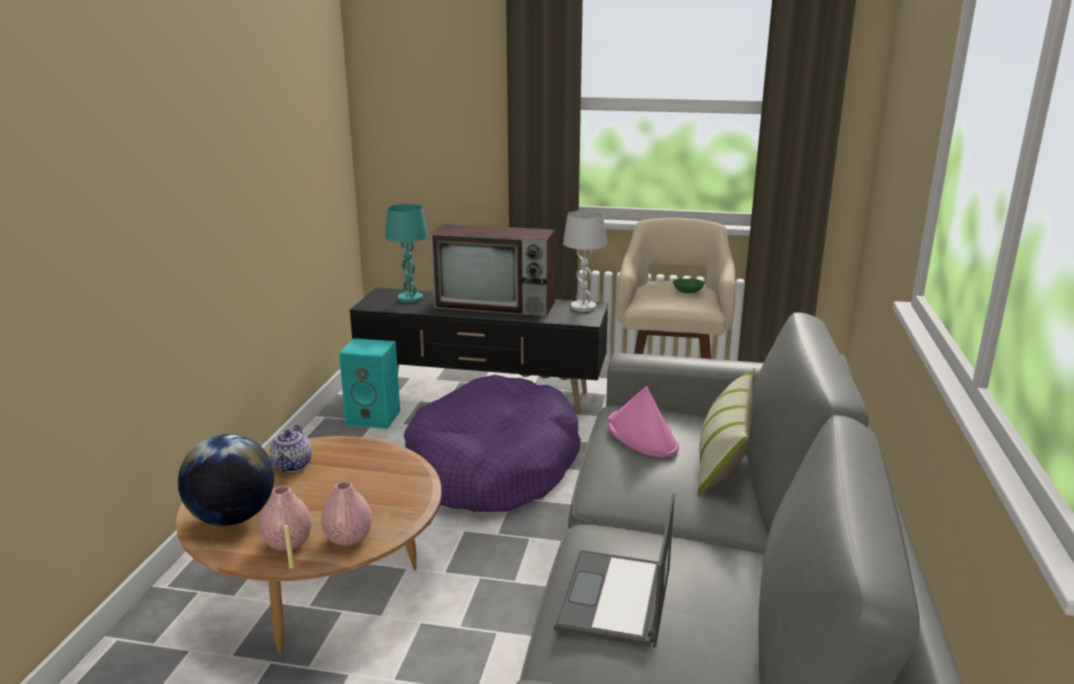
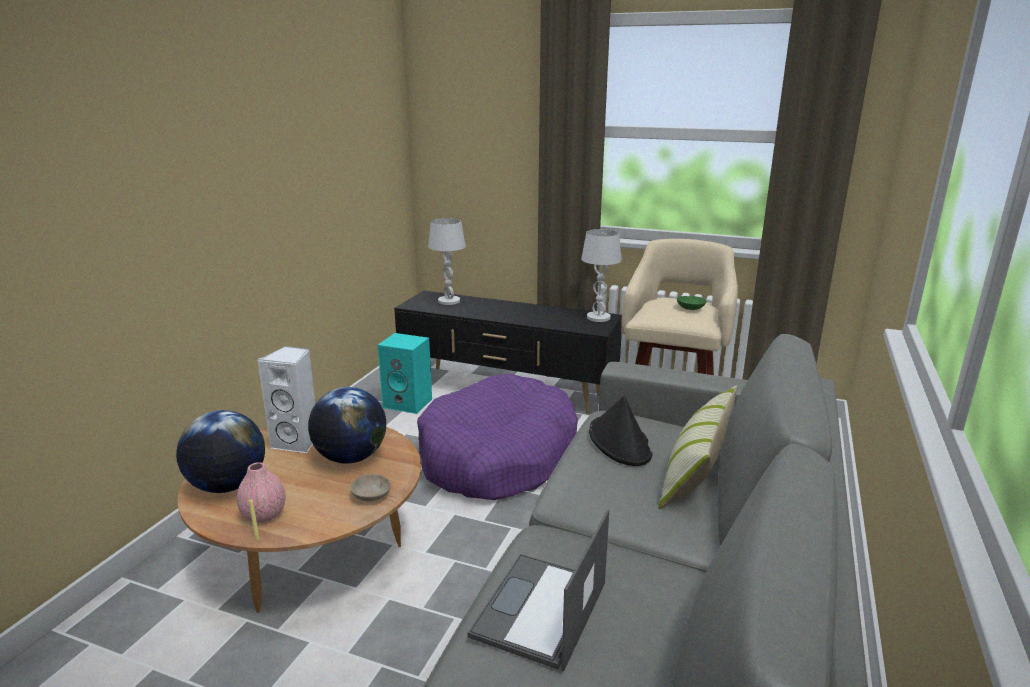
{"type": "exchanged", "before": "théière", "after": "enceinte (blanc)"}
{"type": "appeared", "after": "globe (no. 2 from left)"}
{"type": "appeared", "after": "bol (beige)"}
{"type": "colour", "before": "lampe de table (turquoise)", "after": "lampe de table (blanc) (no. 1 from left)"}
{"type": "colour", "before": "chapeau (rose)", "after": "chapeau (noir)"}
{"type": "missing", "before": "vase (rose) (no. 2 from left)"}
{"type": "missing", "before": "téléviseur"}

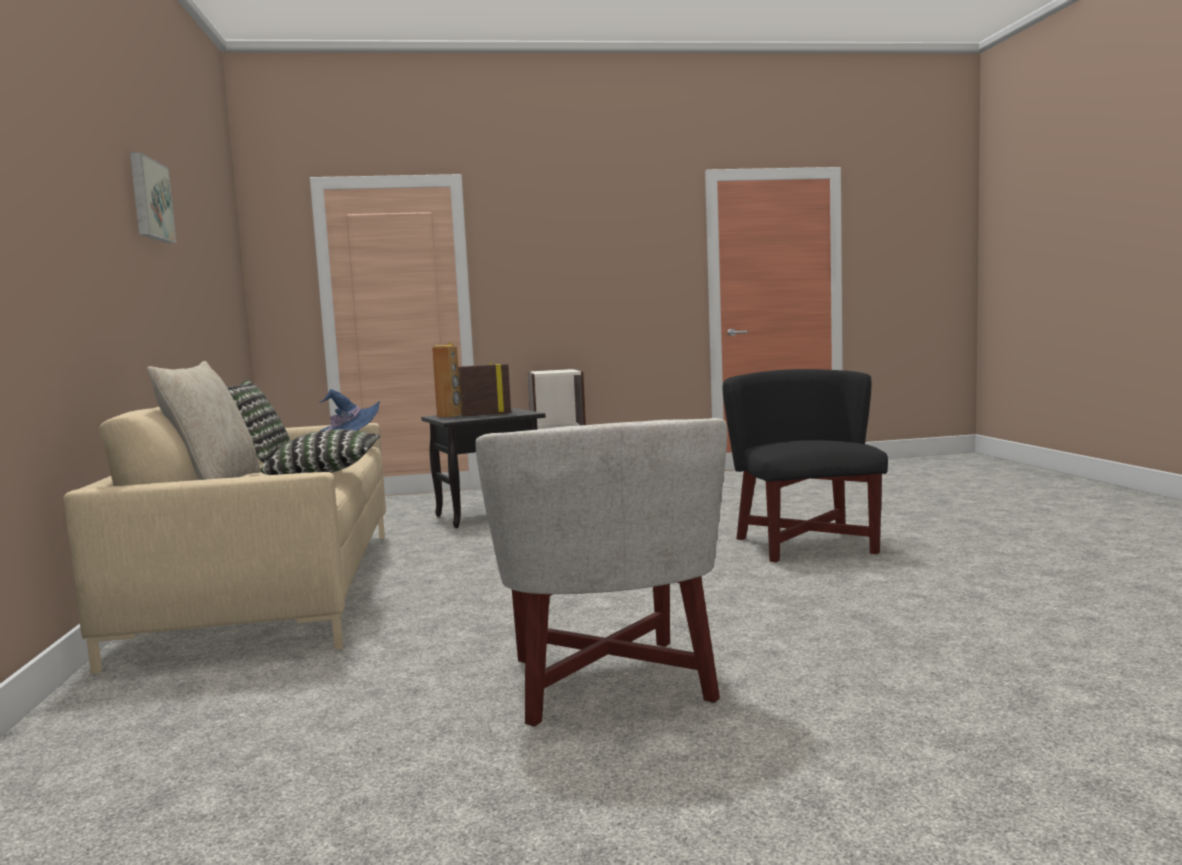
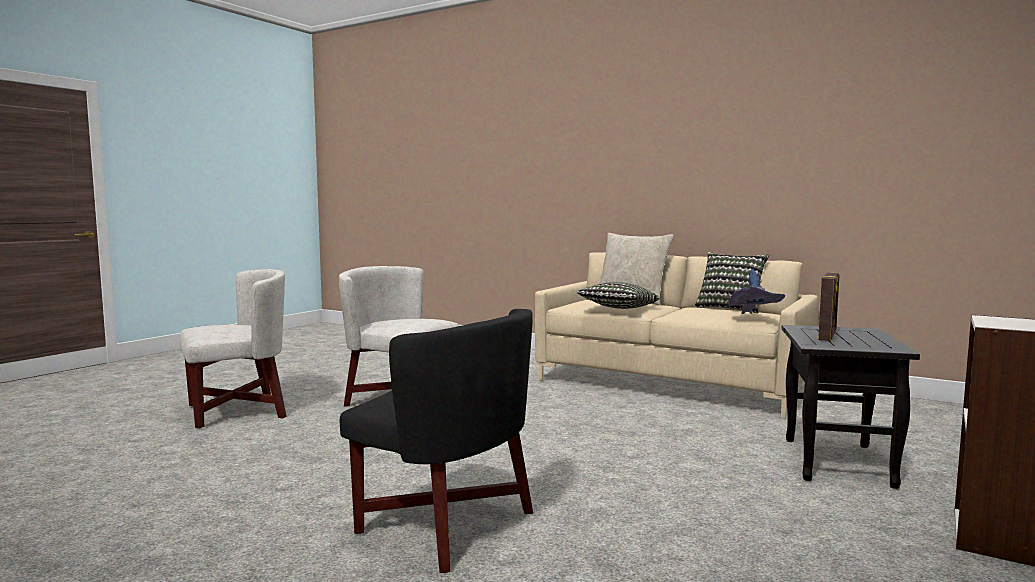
{"type": "appeared", "after": "fauteuil (blanc) (no. 1 from left)"}
{"type": "missing", "before": "tableau"}
{"type": "missing", "before": "enceinte (marron)"}

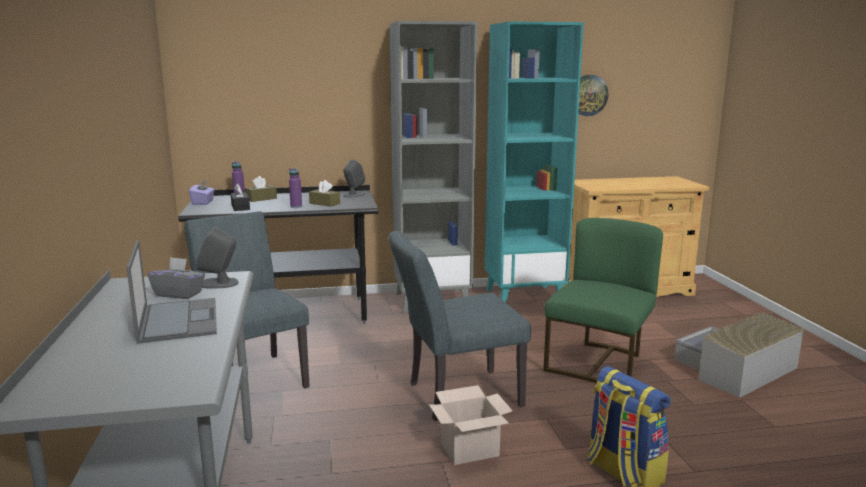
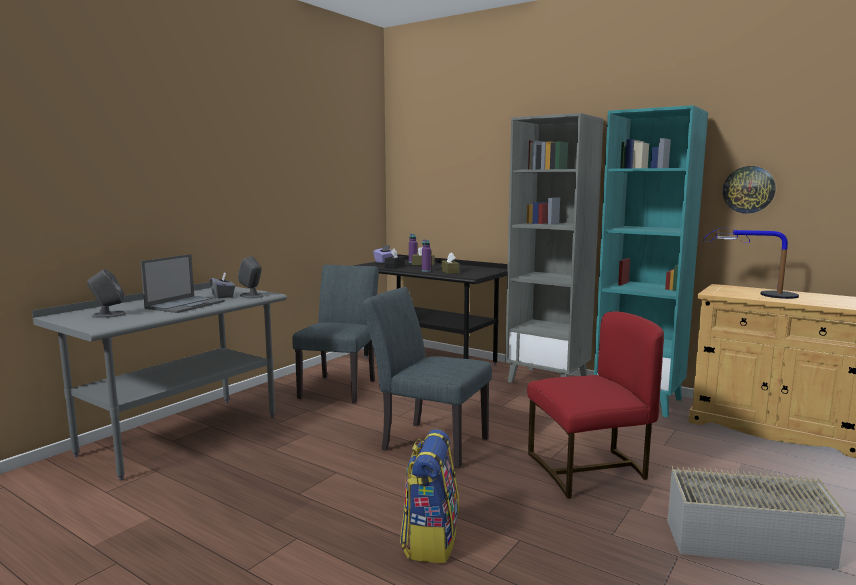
{"type": "relocated", "before": "enceinte (gris) (no. 2 from left in the first image)", "after": "enceinte (gris) (no. 1 from left)"}
{"type": "colour", "before": "chaise (vert)", "after": "chaise (rouge)"}
{"type": "appeared", "after": "lampe de table"}
{"type": "missing", "before": "carton"}

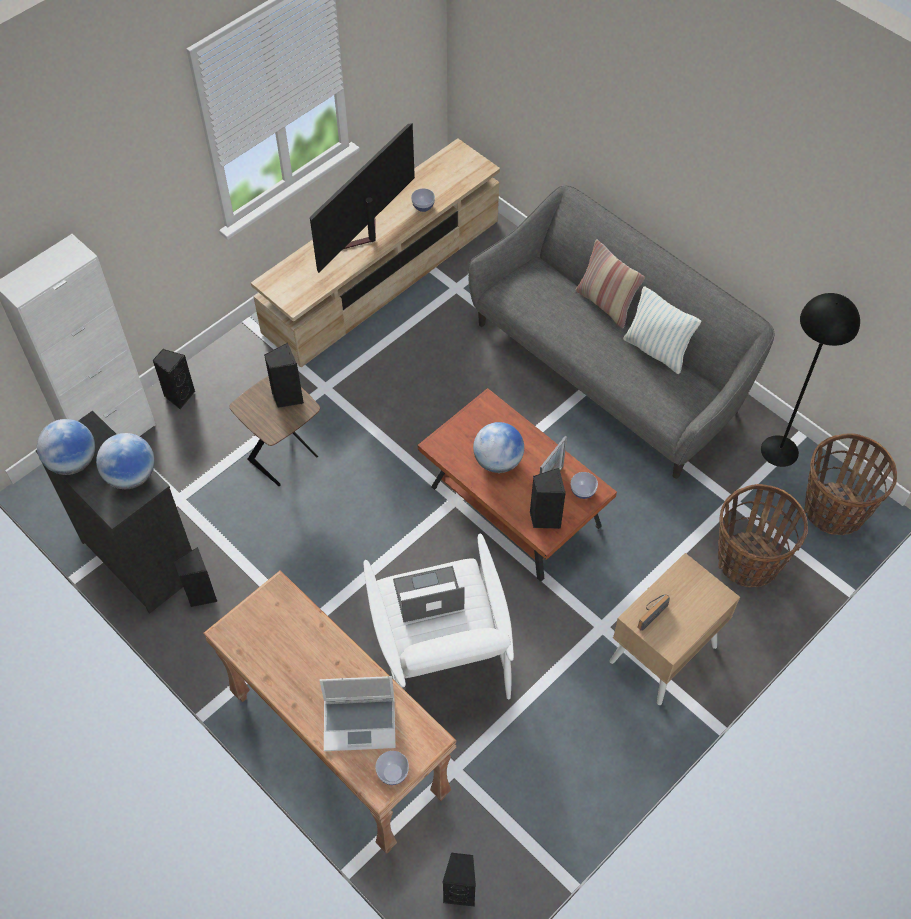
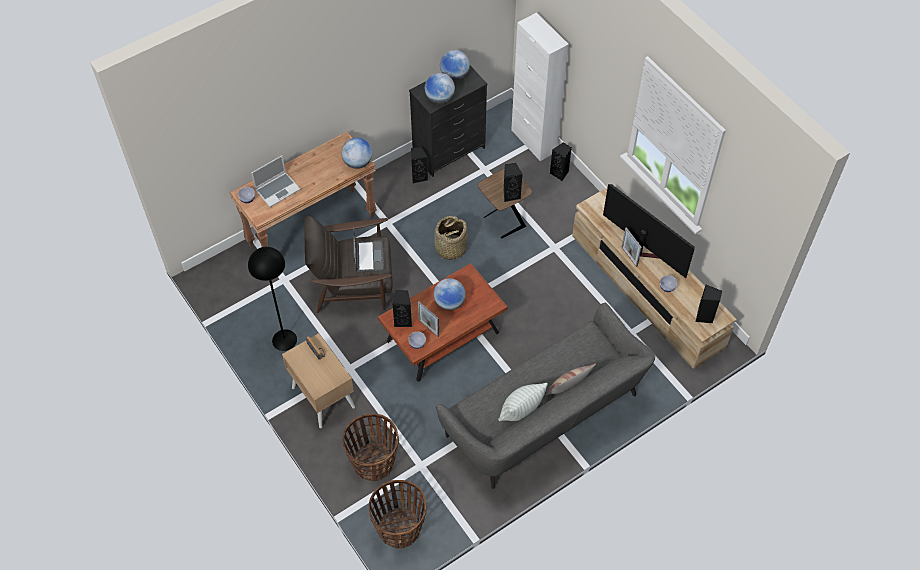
{"type": "relocated", "before": "lampadaire (noir)"}
{"type": "spun", "before": "ordinateur portable (no. 1 from left)", "turn": -135}
{"type": "colour", "before": "fauteuil (blanc)", "after": "fauteuil (marron)"}
{"type": "appeared", "after": "globe (no. 1 from left)"}
{"type": "appeared", "after": "panier (no. 3 from left)"}
{"type": "appeared", "after": "cadre photo (no. 2 from left)"}
{"type": "relocated", "before": "enceinte (noir) (no. 4 from left in the first image)", "after": "enceinte (noir) (no. 5 from left)"}

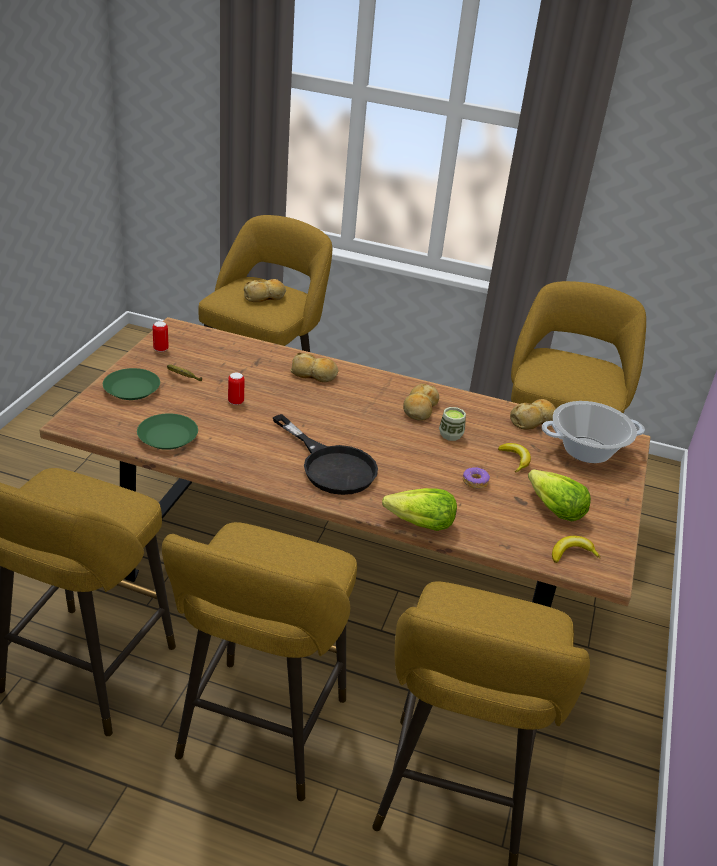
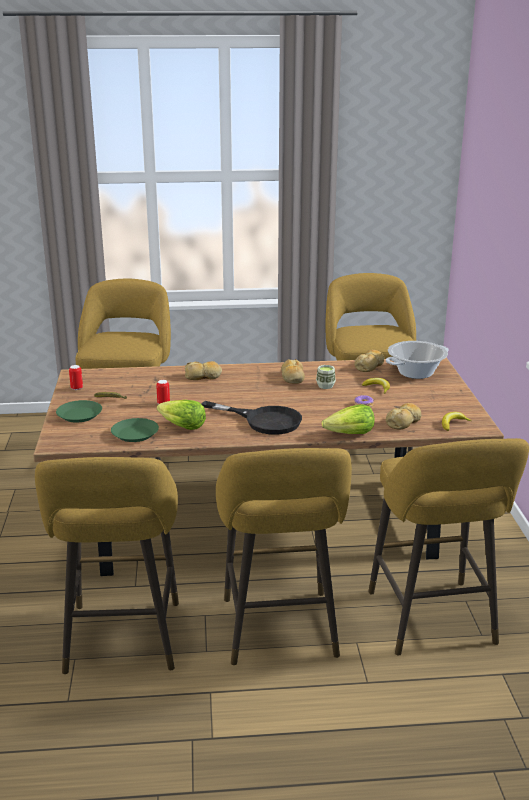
{"type": "relocated", "before": "laitue (no. 2 from left in the first image)", "after": "laitue (no. 1 from left)"}
{"type": "relocated", "before": "pain (no. 1 from left in the first image)", "after": "pain (no. 4 from left)"}

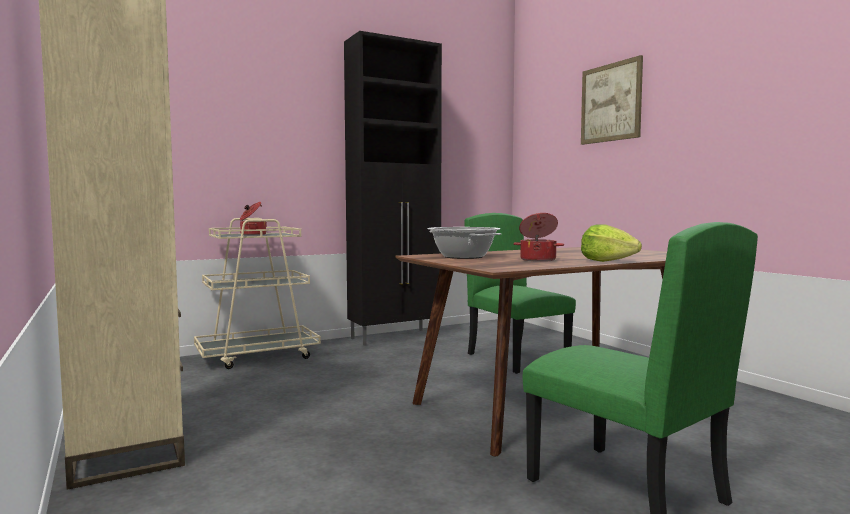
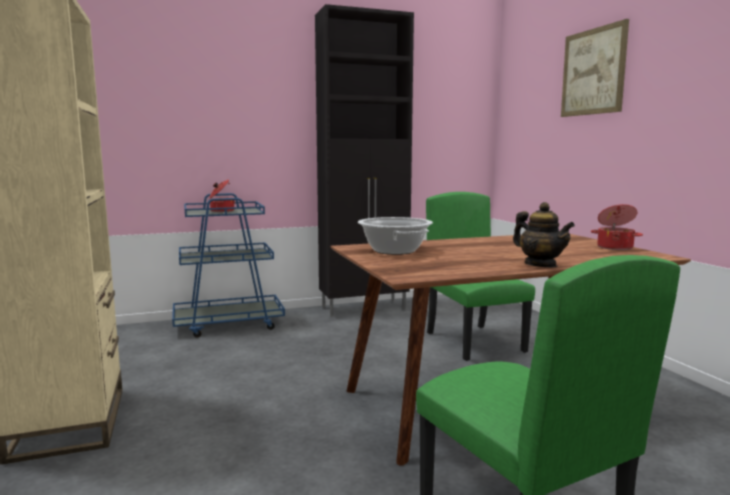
{"type": "colour", "before": "chariot (beige)", "after": "chariot (bleu)"}
{"type": "exchanged", "before": "laitue", "after": "théière"}
{"type": "relocated", "before": "marmite (no. 3 from left)"}

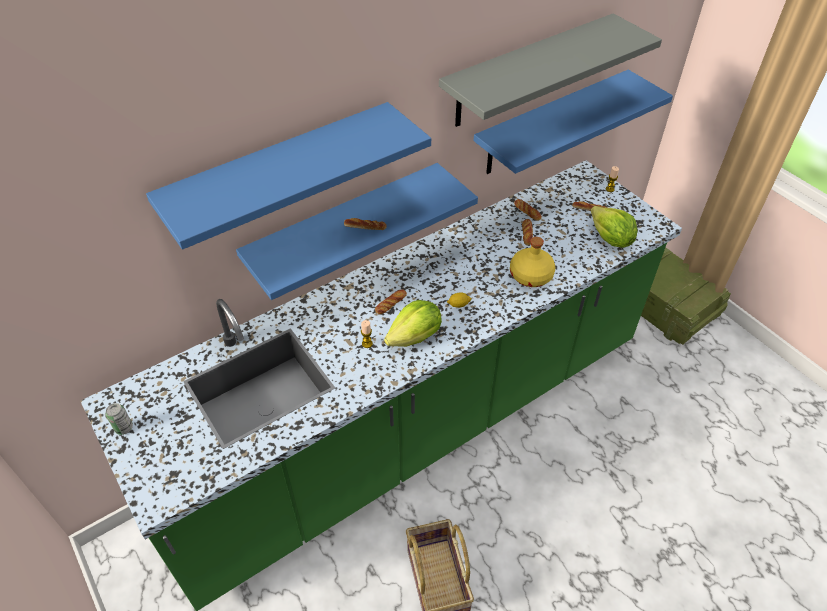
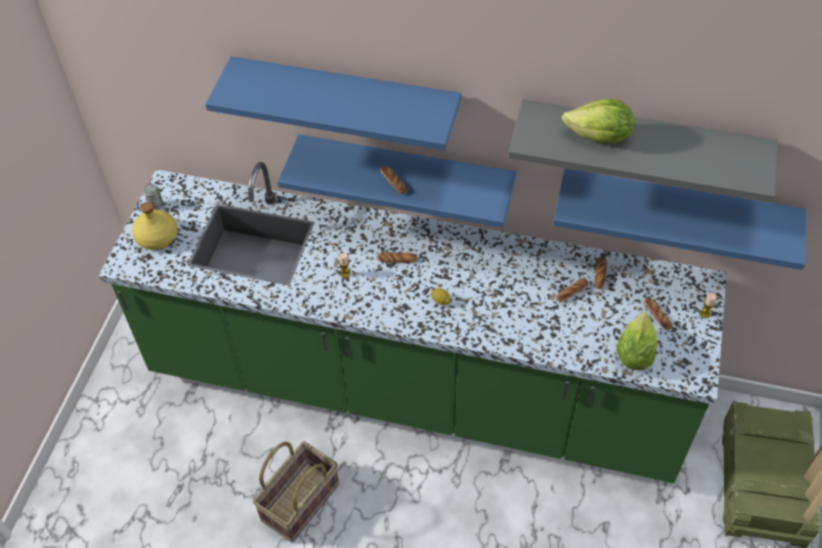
{"type": "relocated", "before": "bouteille (jaune)"}
{"type": "relocated", "before": "laitue (no. 1 from left)"}

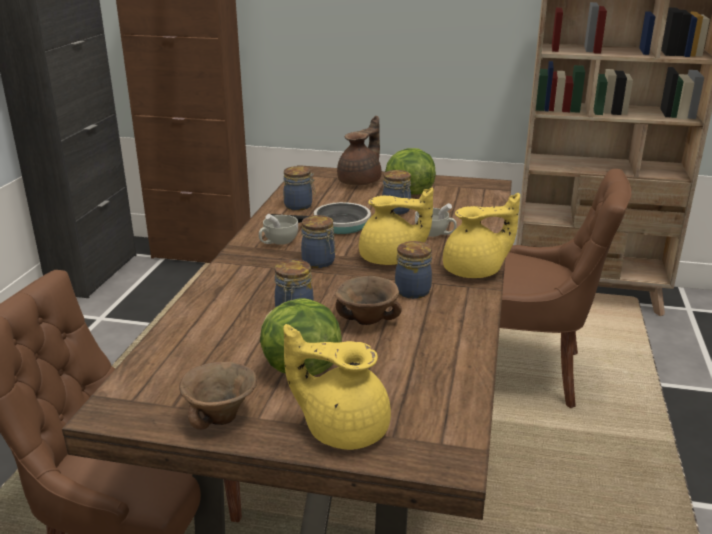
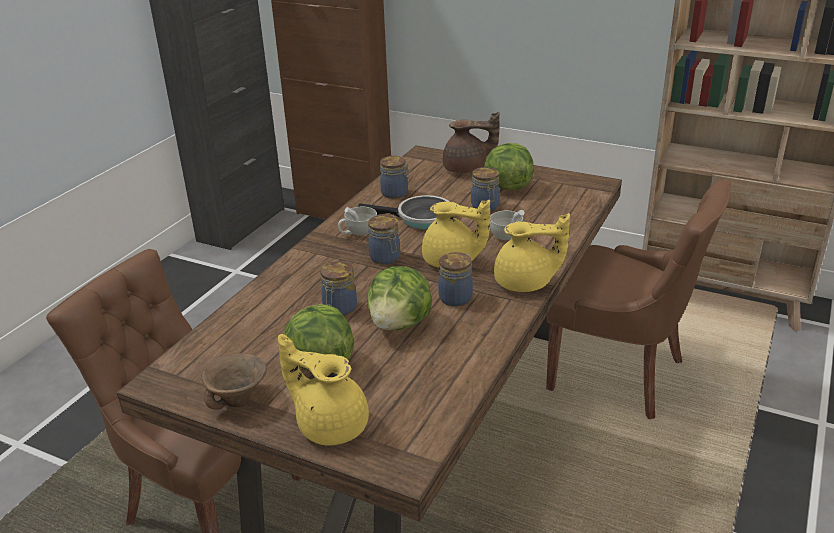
{"type": "exchanged", "before": "bol (marron) (no. 2 from left)", "after": "laitue (no. 2 from left)"}
{"type": "spun", "before": "théière (marron)", "turn": 45}

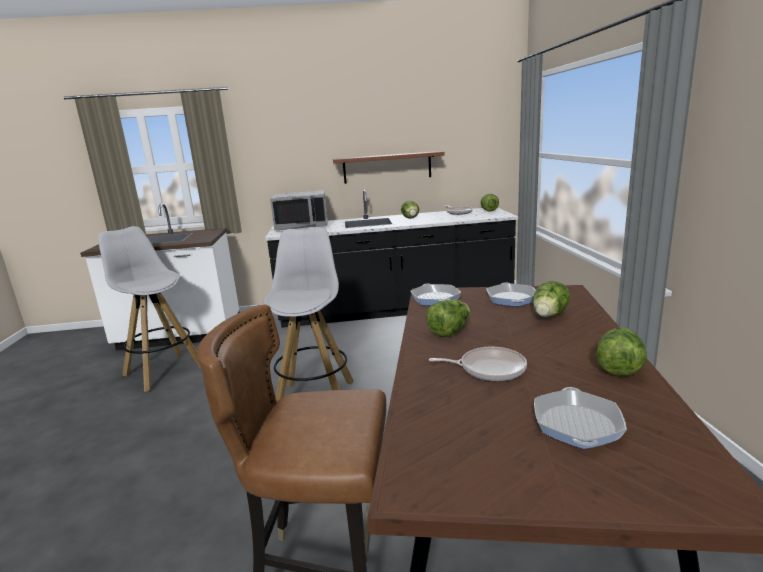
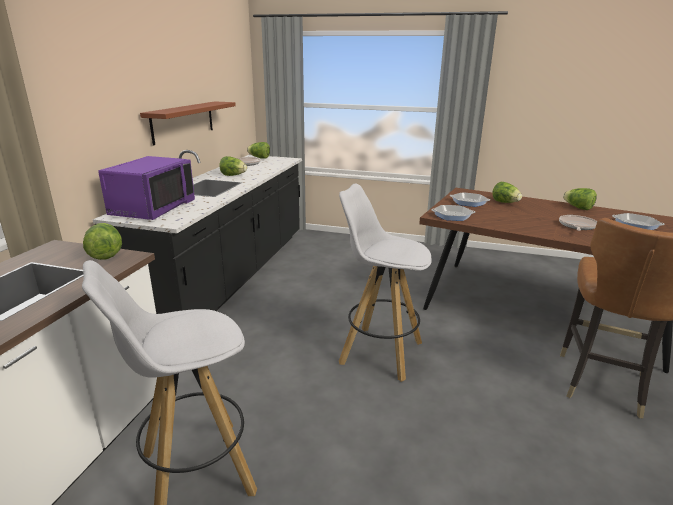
{"type": "relocated", "before": "laitue (no. 2 from left in the first image)", "after": "laitue (no. 1 from left)"}
{"type": "colour", "before": "micro-ondes (gris)", "after": "micro-ondes (violet)"}

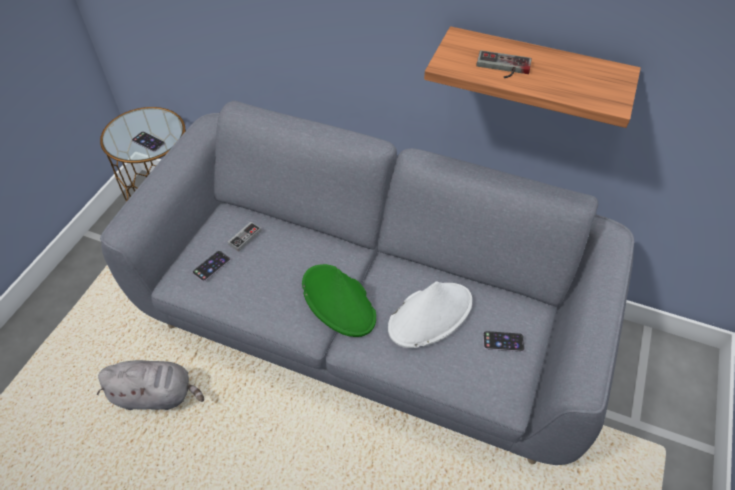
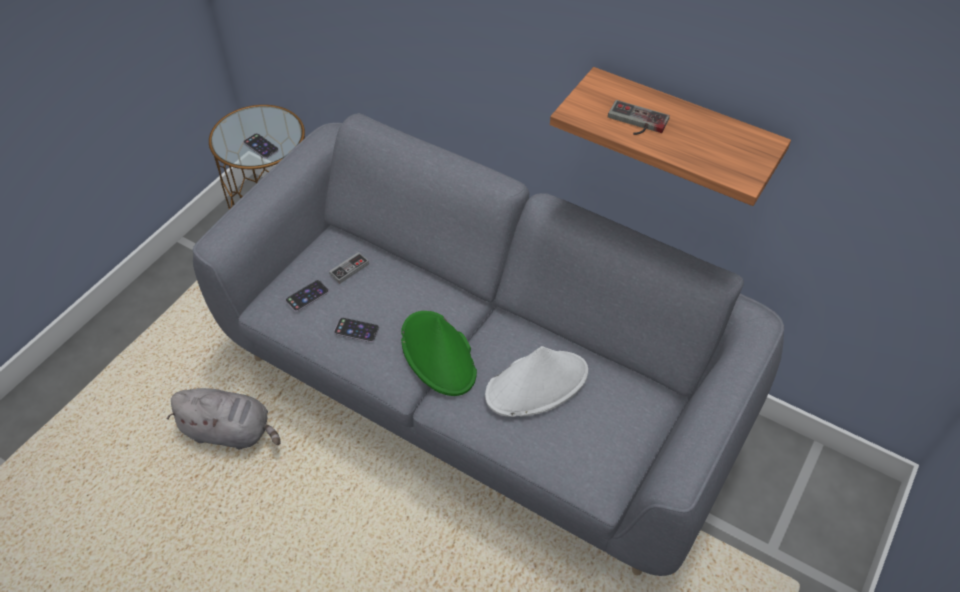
{"type": "relocated", "before": "téléphone (no. 3 from left)"}

